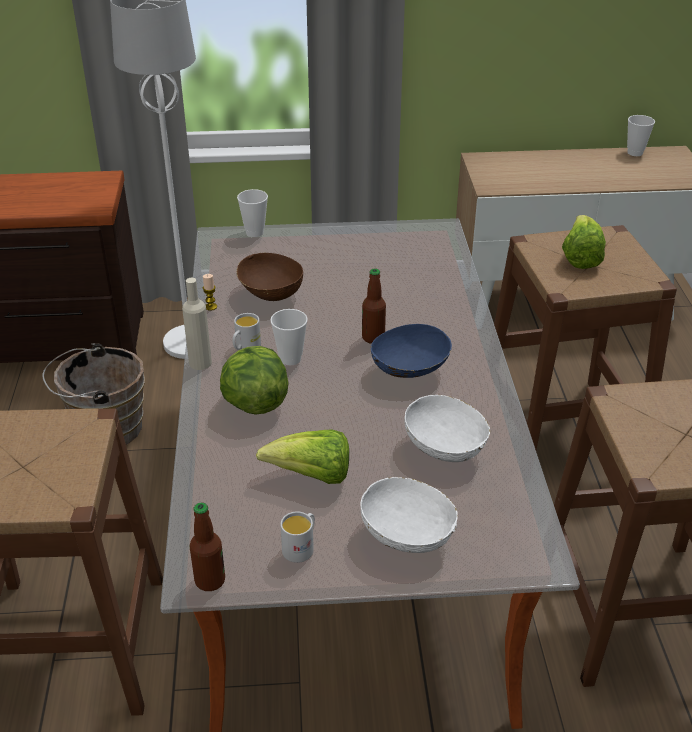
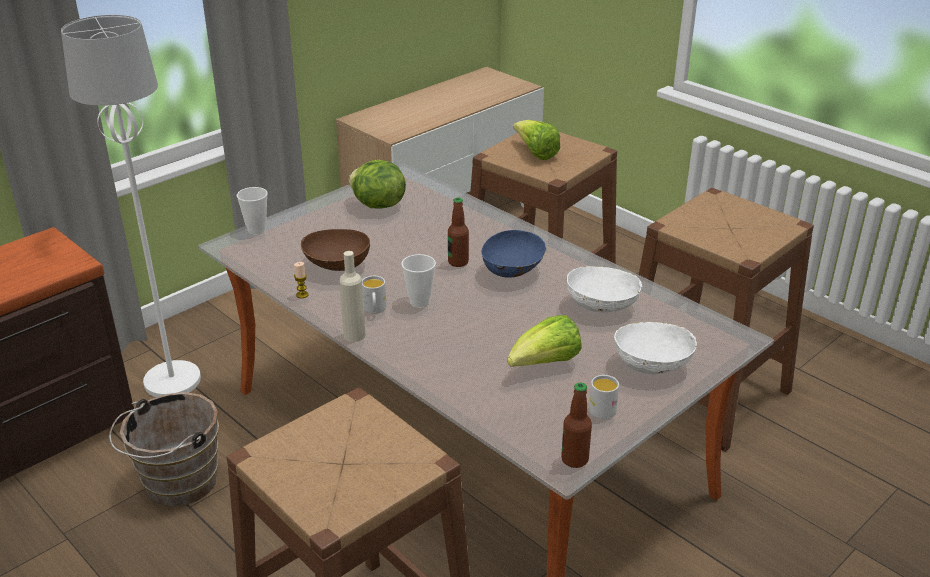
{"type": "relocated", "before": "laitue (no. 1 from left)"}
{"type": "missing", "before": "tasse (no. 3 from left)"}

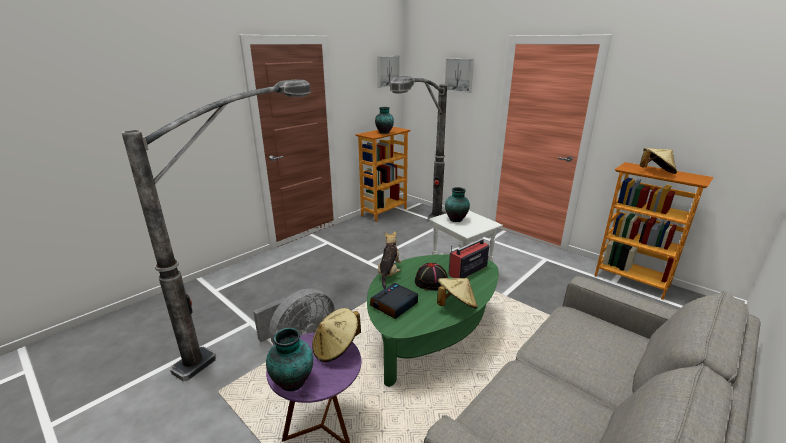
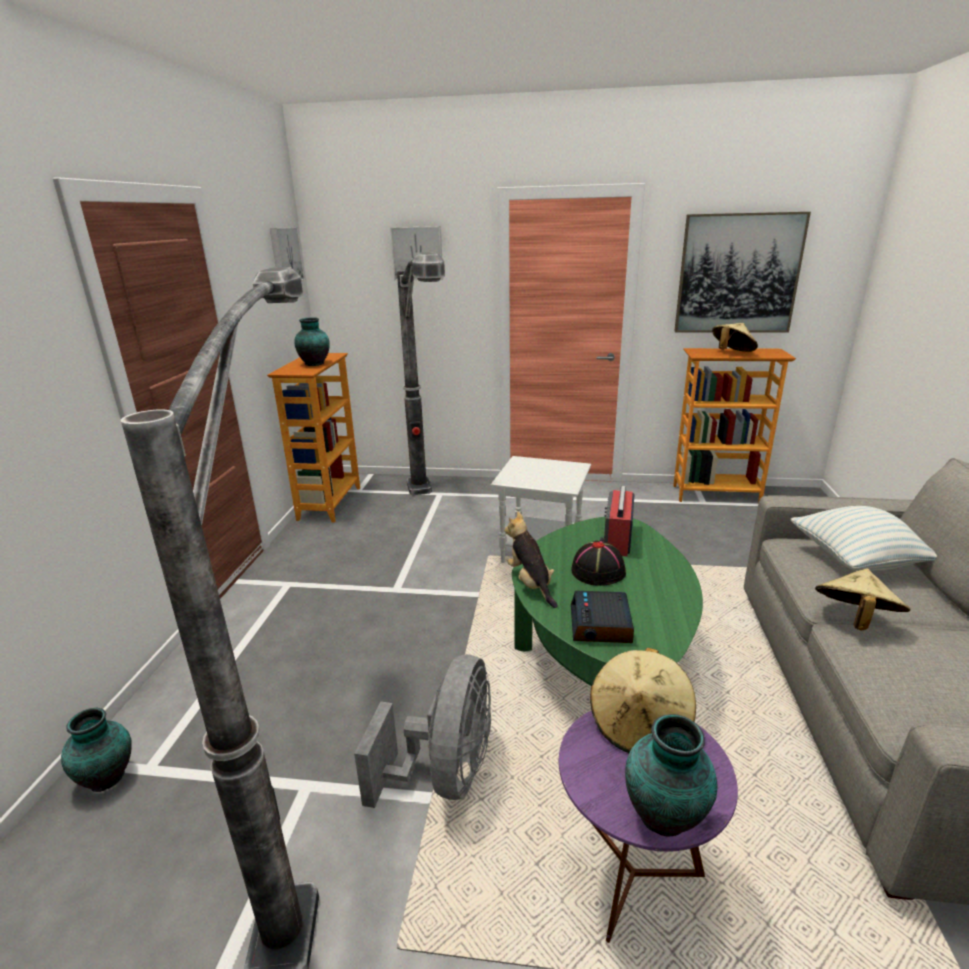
{"type": "relocated", "before": "vase (no. 3 from left in the first image)", "after": "vase (no. 1 from left)"}
{"type": "appeared", "after": "tableau (no. 3 from left)"}
{"type": "appeared", "after": "coussin"}
{"type": "relocated", "before": "chapeau (beige) (no. 2 from left in the first image)", "after": "chapeau (beige) (no. 3 from left)"}

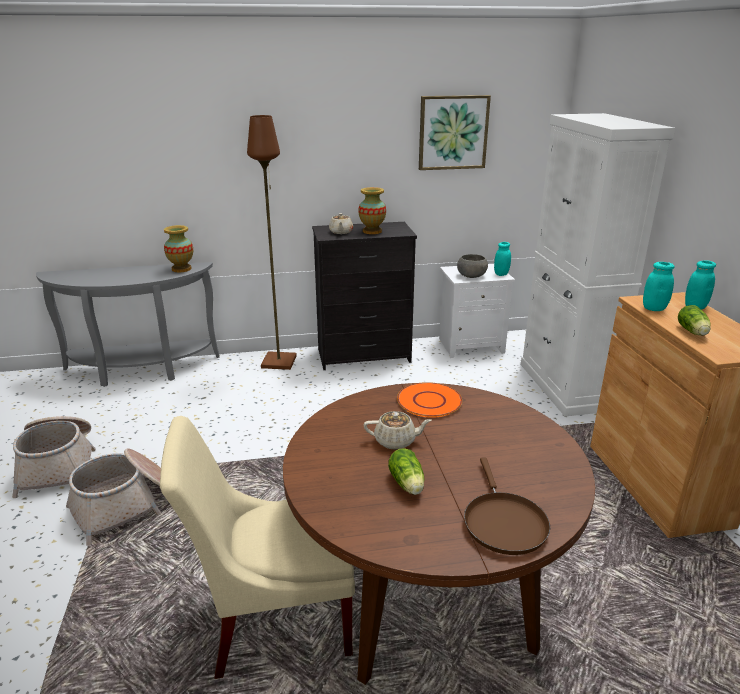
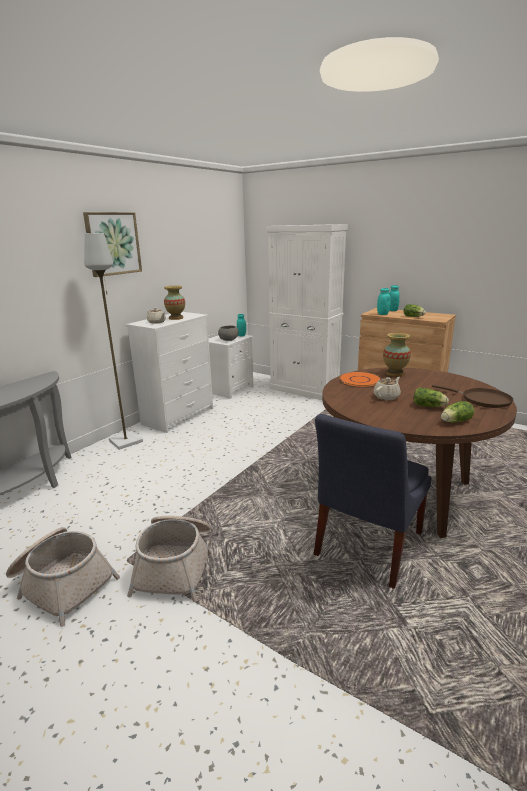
{"type": "relocated", "before": "tableau"}
{"type": "colour", "before": "lampadaire (marron)", "after": "lampadaire (gris)"}
{"type": "colour", "before": "commode (noir)", "after": "commode (blanc)"}
{"type": "colour", "before": "chaise (beige)", "after": "chaise (bleu)"}
{"type": "relocated", "before": "vase (no. 1 from left in the first image)", "after": "vase (no. 2 from left)"}
{"type": "appeared", "after": "laitue (no. 3 from left)"}

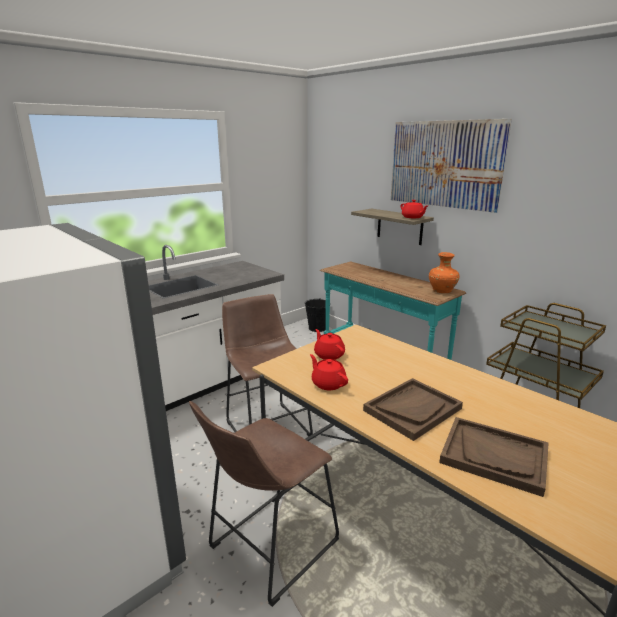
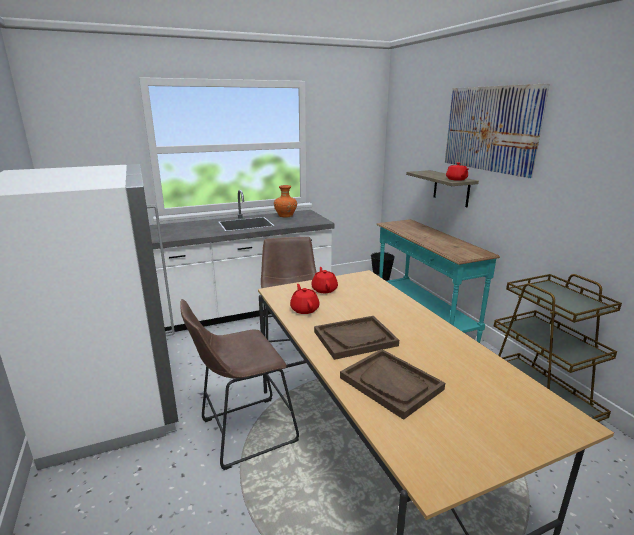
{"type": "relocated", "before": "vase (orange)"}

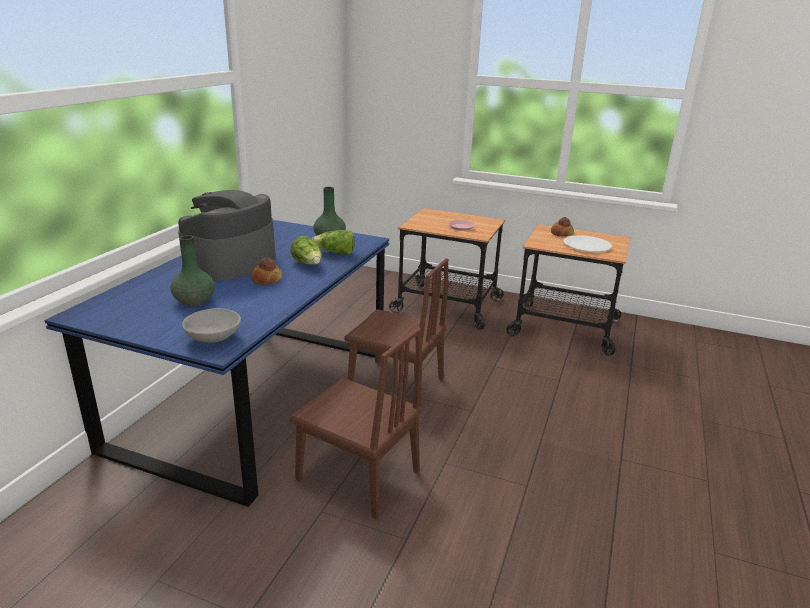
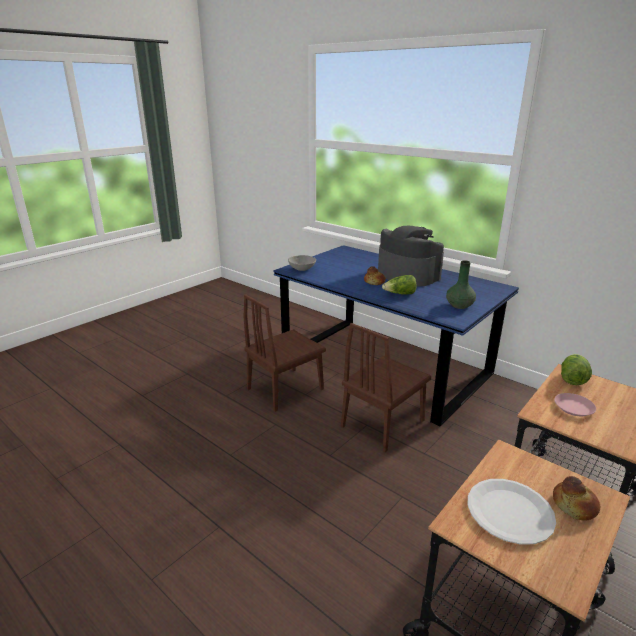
{"type": "relocated", "before": "laitue (no. 2 from left)"}
{"type": "missing", "before": "vase (vert) (no. 1 from left)"}

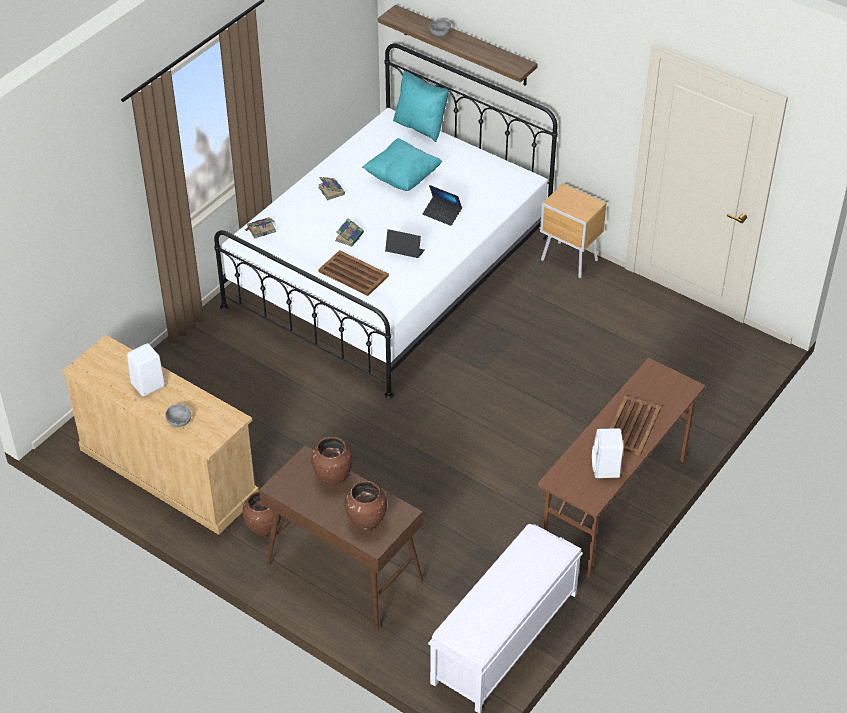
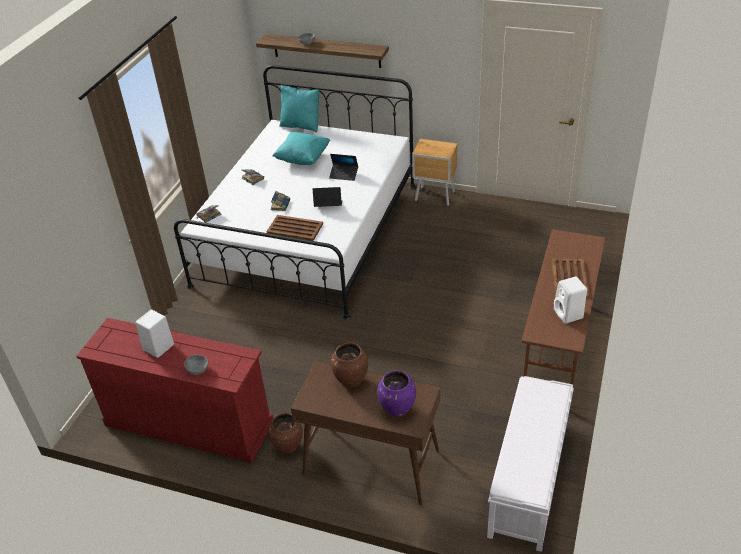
{"type": "colour", "before": "commode (beige)", "after": "commode (rouge)"}
{"type": "colour", "before": "vase (marron) (no. 3 from left)", "after": "vase (violet)"}

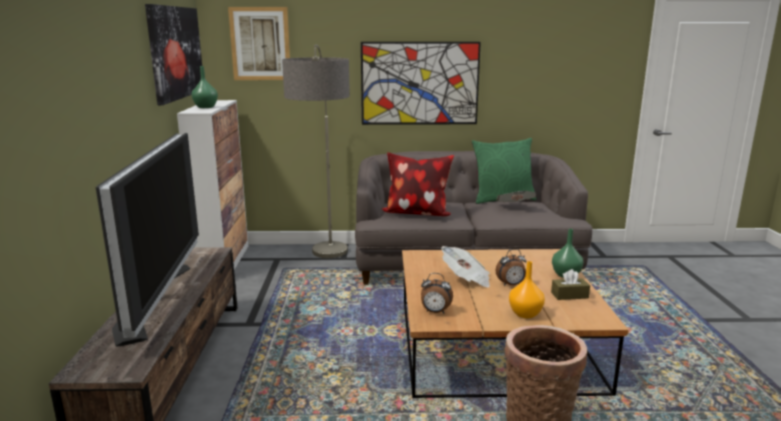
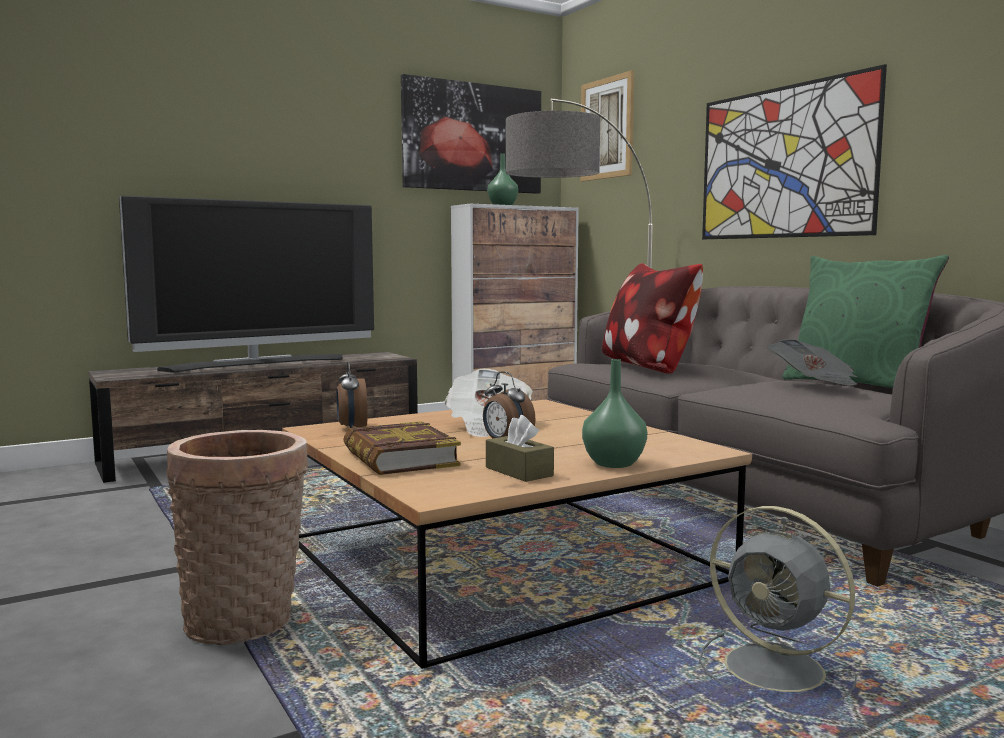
{"type": "exchanged", "before": "vase (orange)", "after": "livre"}
{"type": "appeared", "after": "ventilateur (gris)"}

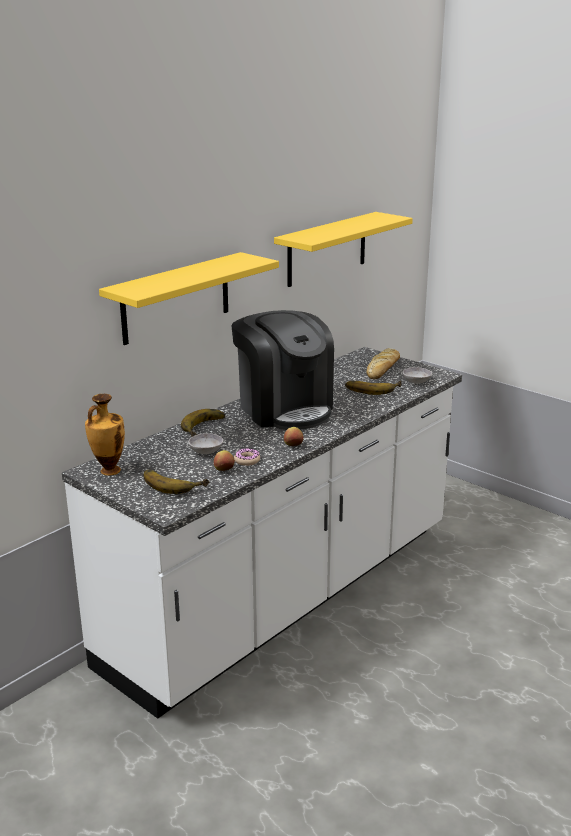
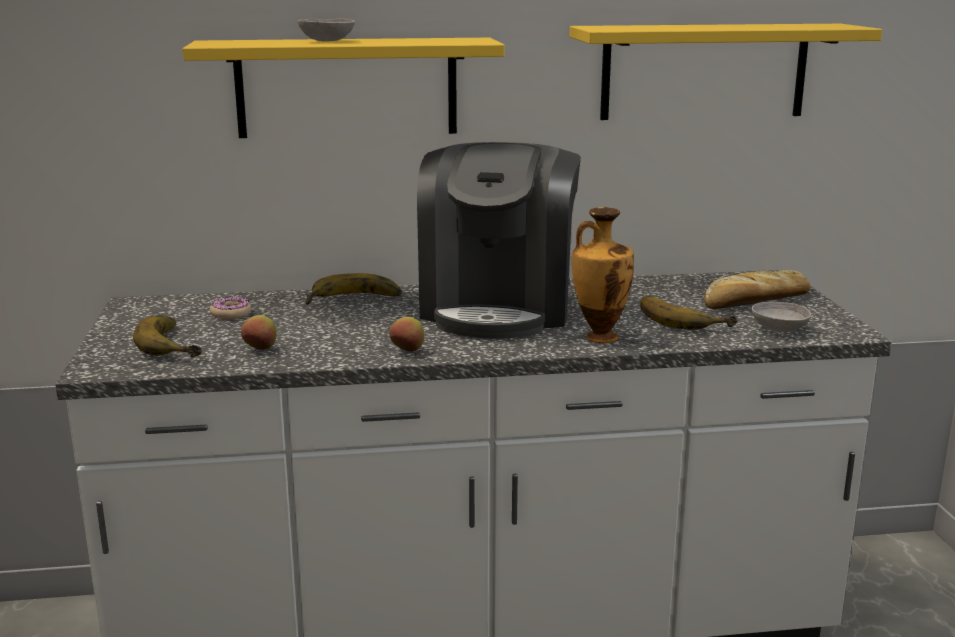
{"type": "relocated", "before": "beignet"}
{"type": "relocated", "before": "bol (gris) (no. 1 from left)"}
{"type": "relocated", "before": "vase"}

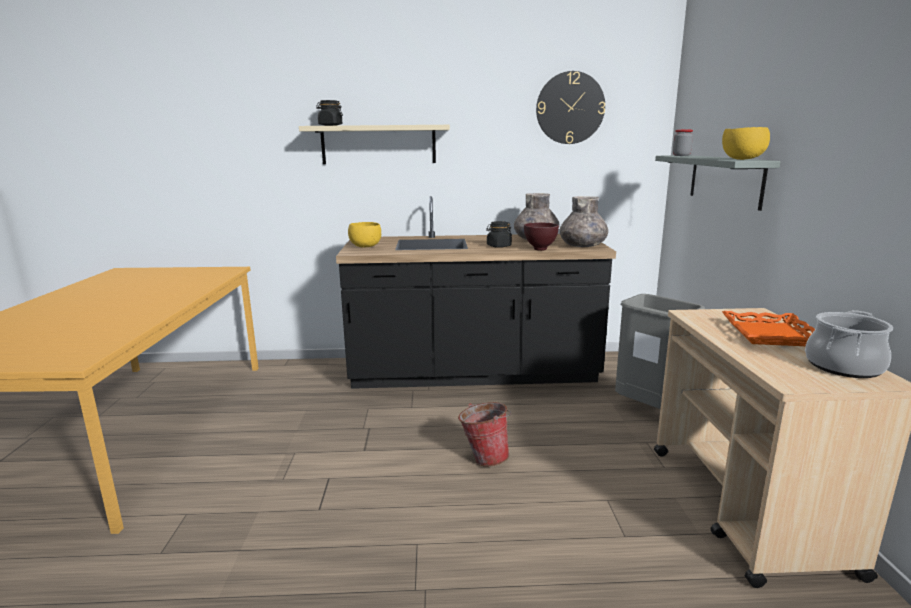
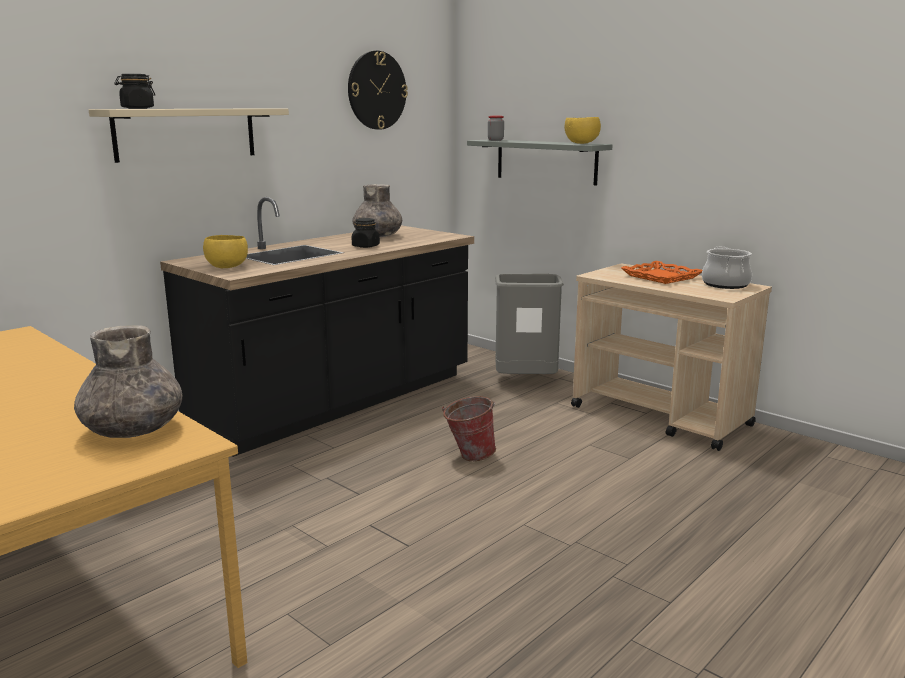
{"type": "relocated", "before": "vase (gris) (no. 2 from left in the first image)", "after": "vase (gris) (no. 1 from left)"}
{"type": "missing", "before": "bol (marron)"}

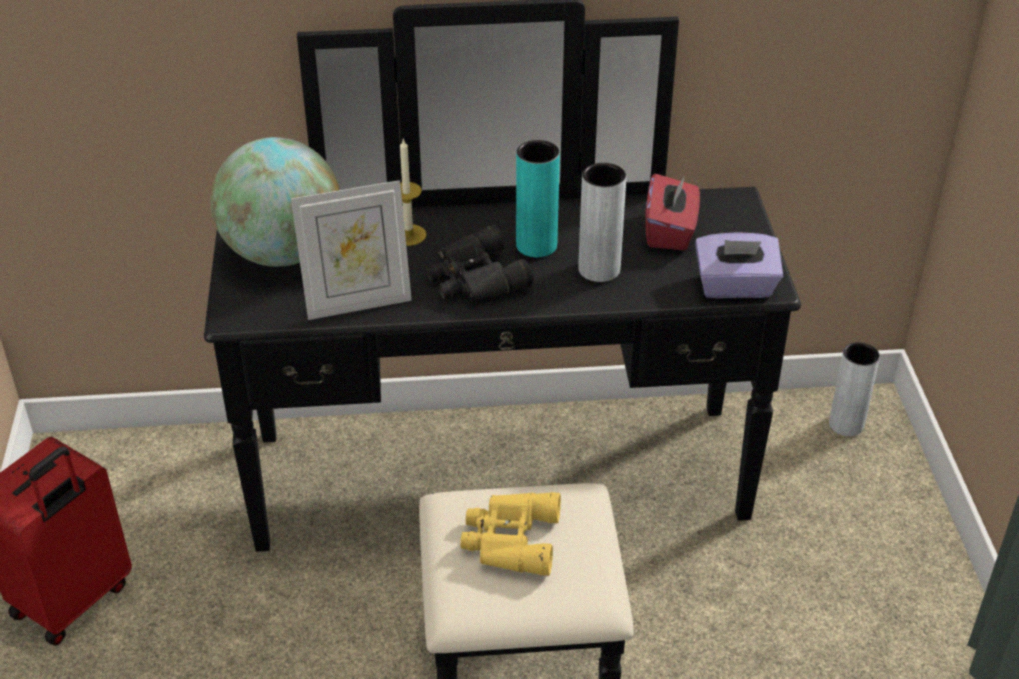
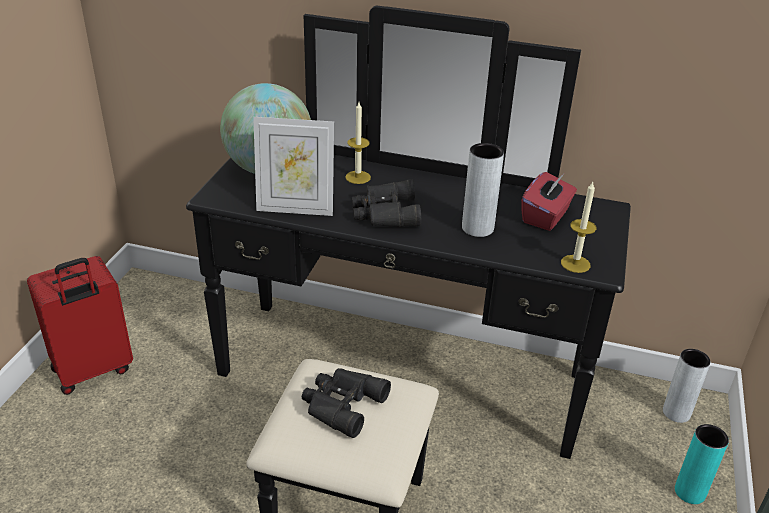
{"type": "colour", "before": "jumelles (jaune)", "after": "jumelles (noir) (no. 1 from left)"}
{"type": "exchanged", "before": "boîte à mouchoirs (violet)", "after": "bougie (no. 2 from left)"}
{"type": "relocated", "before": "vase (turquoise)"}

